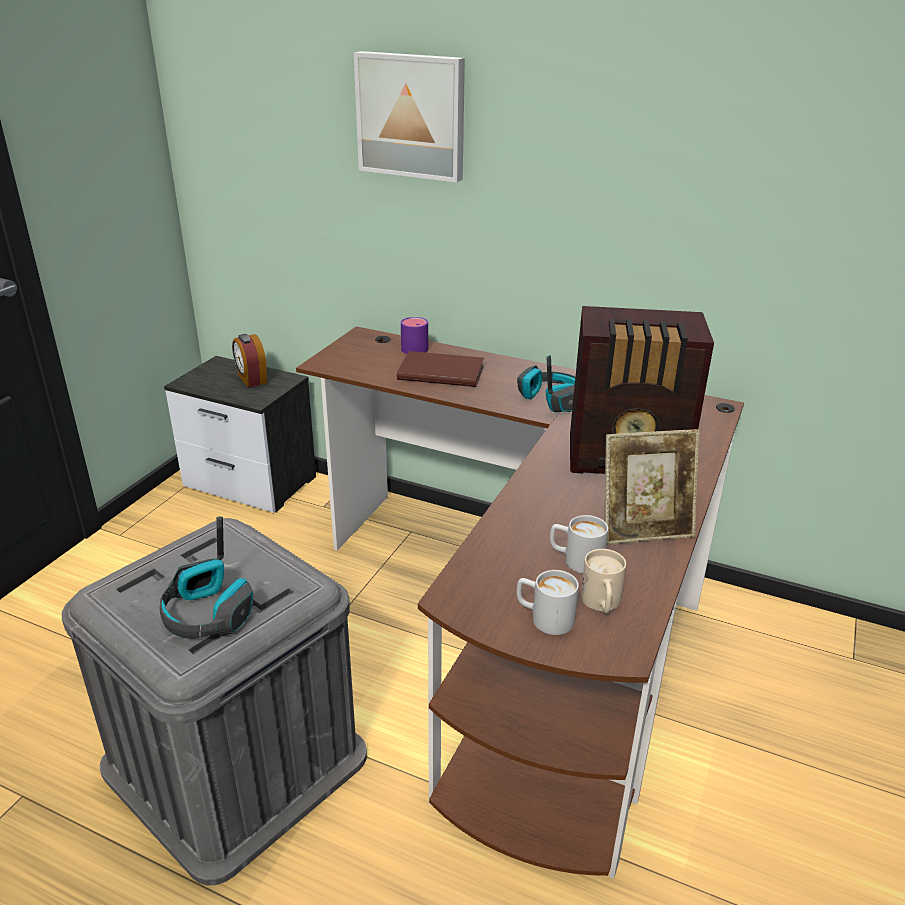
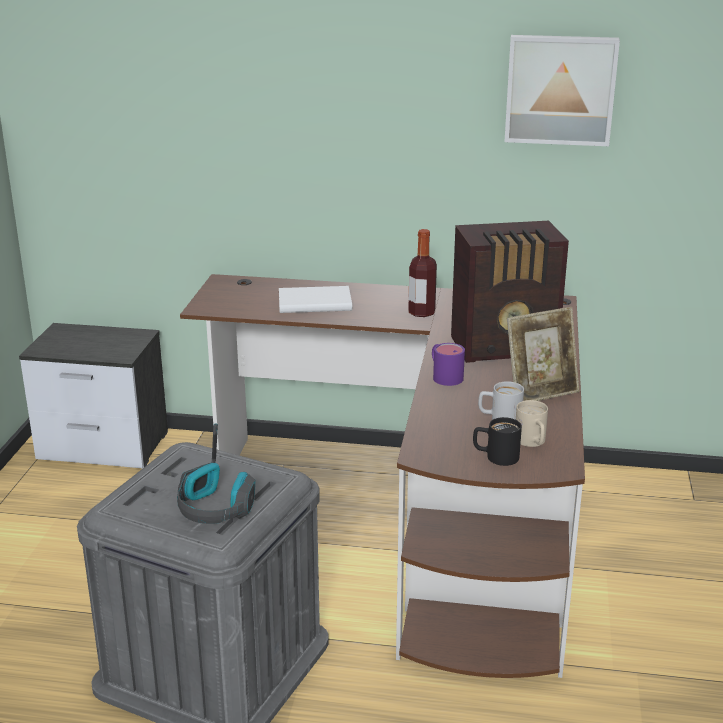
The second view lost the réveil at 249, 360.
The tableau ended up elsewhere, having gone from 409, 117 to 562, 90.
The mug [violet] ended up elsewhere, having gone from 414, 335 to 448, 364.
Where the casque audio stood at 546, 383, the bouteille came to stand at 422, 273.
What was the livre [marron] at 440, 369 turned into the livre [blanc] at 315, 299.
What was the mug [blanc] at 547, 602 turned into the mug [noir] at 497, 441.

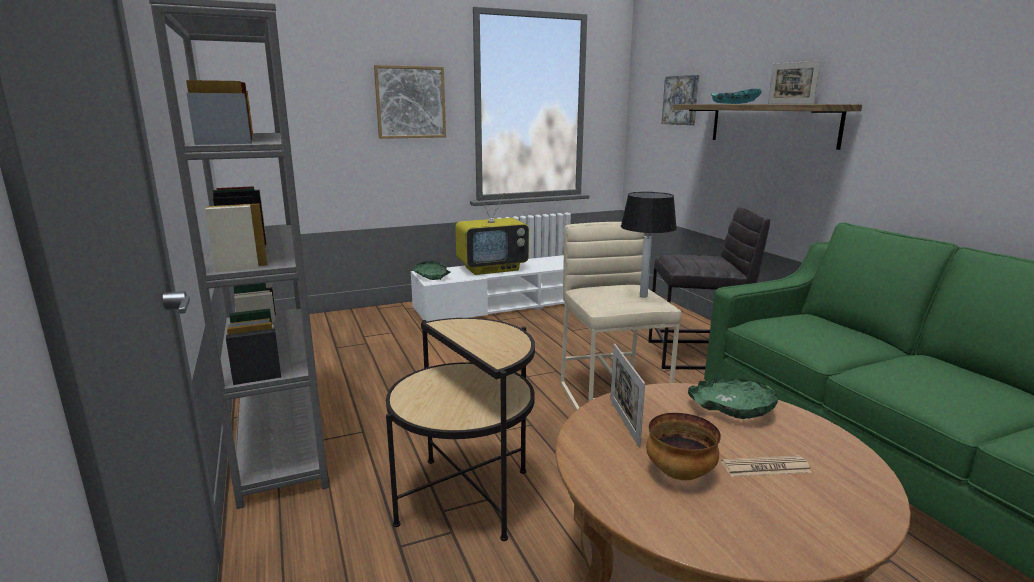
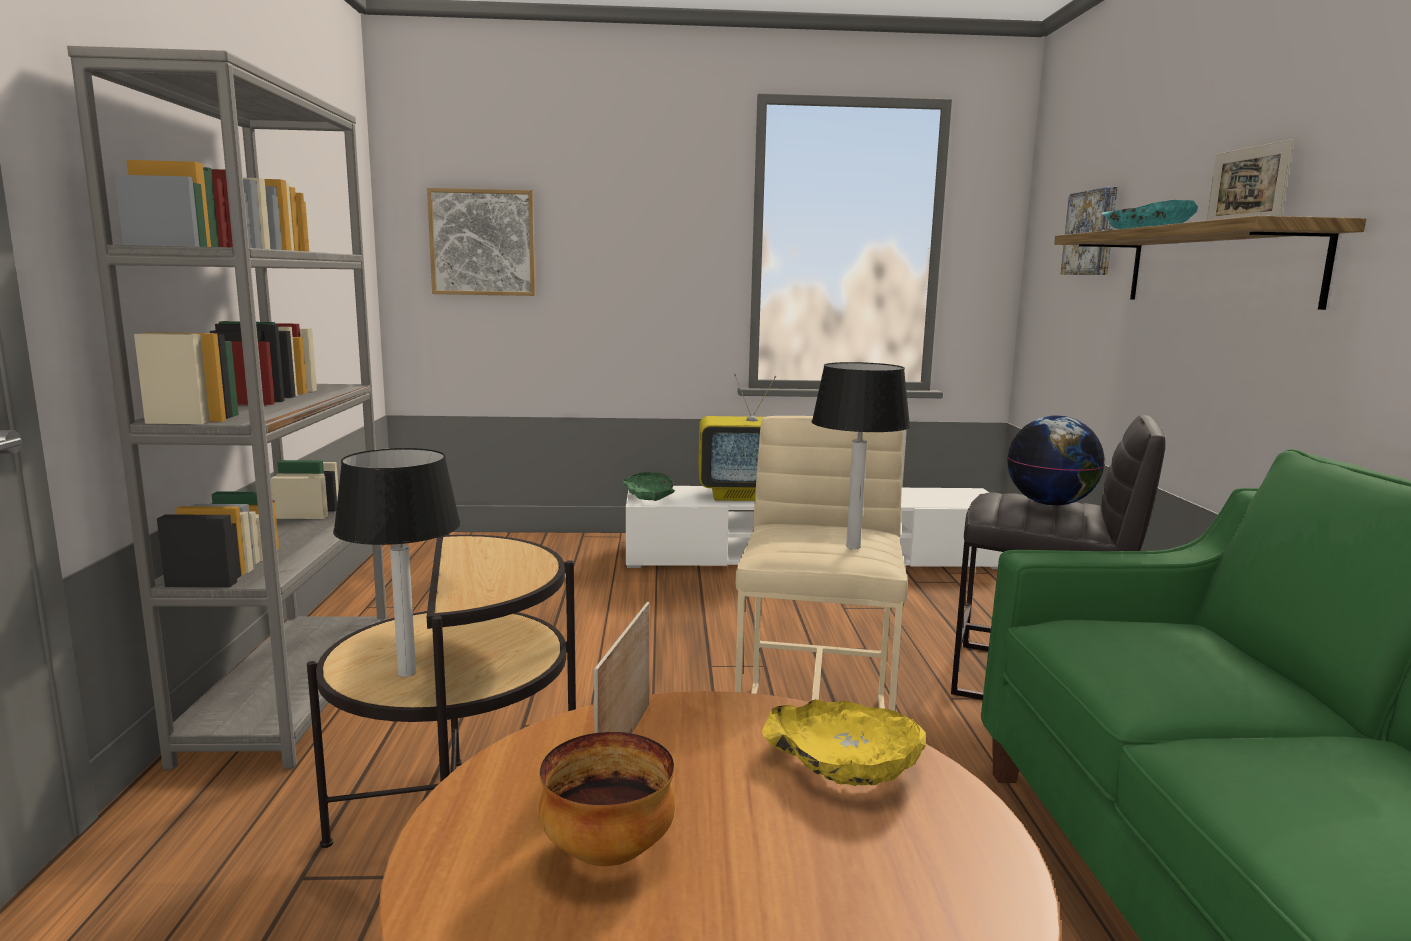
The second view lost the journal at 766, 466.
The second view gained the lampe de table at 397, 562.
The second view gained the globe at 1056, 460.
The tableau ended up elsewhere, having gone from 410, 102 to 481, 242.
What was the bol [vert] at 733, 399 turned into the bol [jaune] at 844, 742.

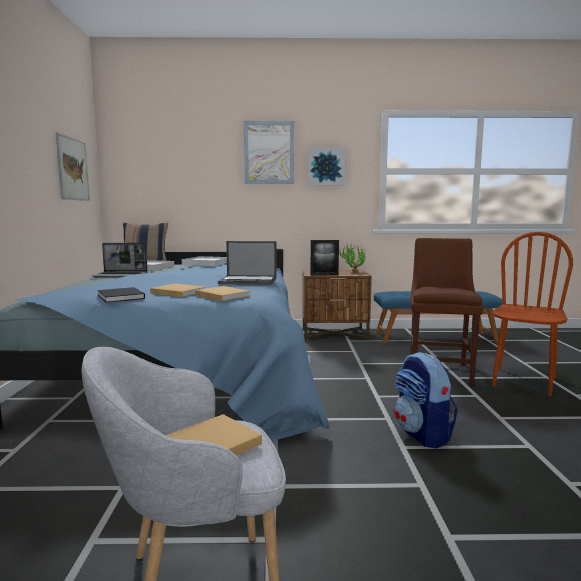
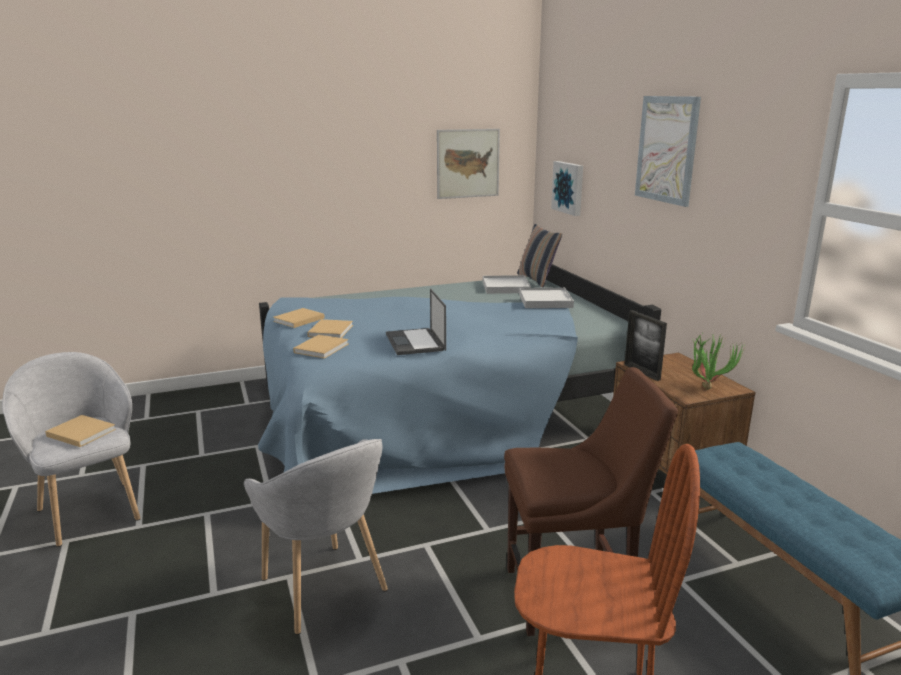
The second view lost the ordinateur portable at 120, 260.
The tableau ended up elsewhere, having gone from 326, 167 to 567, 188.
Where the sac à dos stood at 426, 400, the fauteuil [gris] came to stand at 316, 537.
What was the livre [noir] at 121, 295 turned into the livre [beige] at 299, 318.

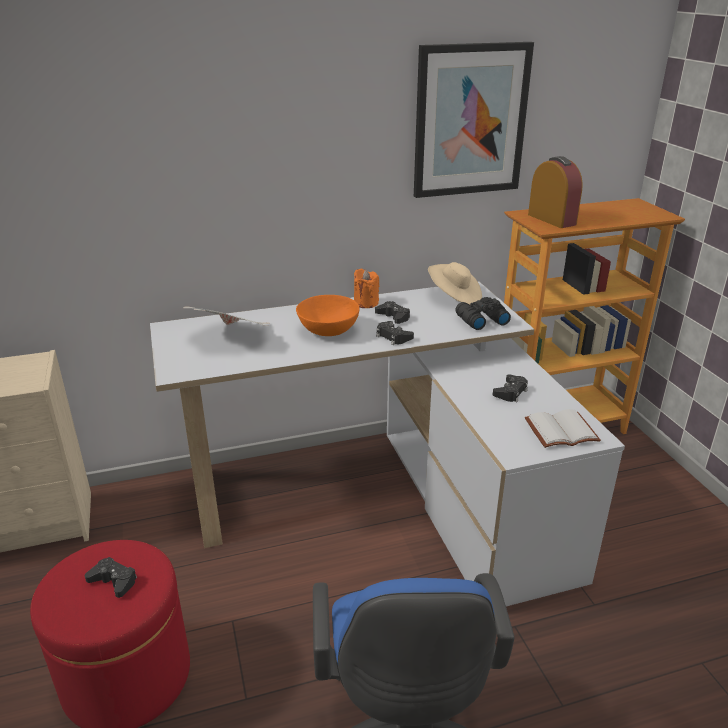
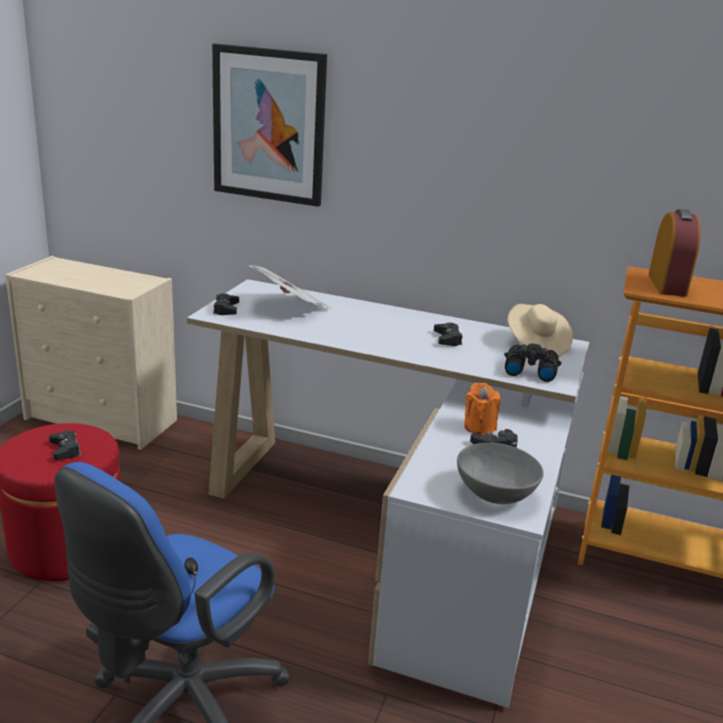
The second view lost the bol [orange] at 327, 315.
The bougie [orange] ended up elsewhere, having gone from 366, 288 to 482, 408.
The manette [noir] ended up elsewhere, having gone from 395, 333 to 226, 304.
The tableau ended up elsewhere, having gone from 474, 120 to 269, 125.
Where the livre [blanc] stood at 563, 428, the bol [gris] came to stand at 500, 473.

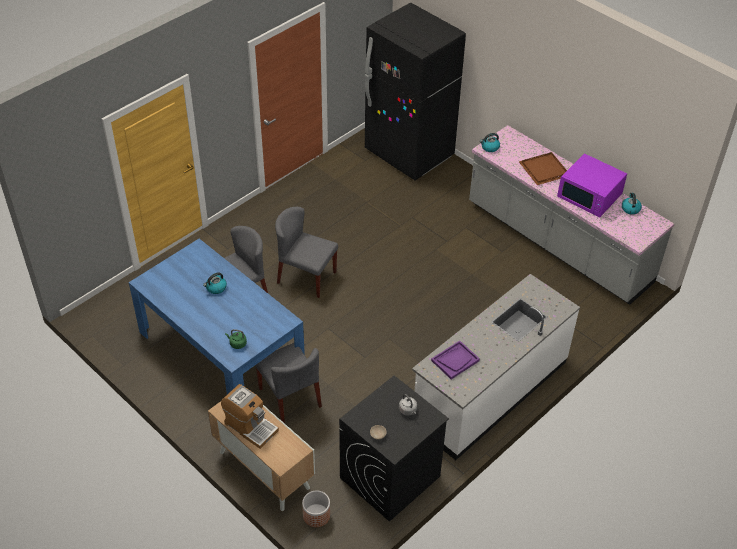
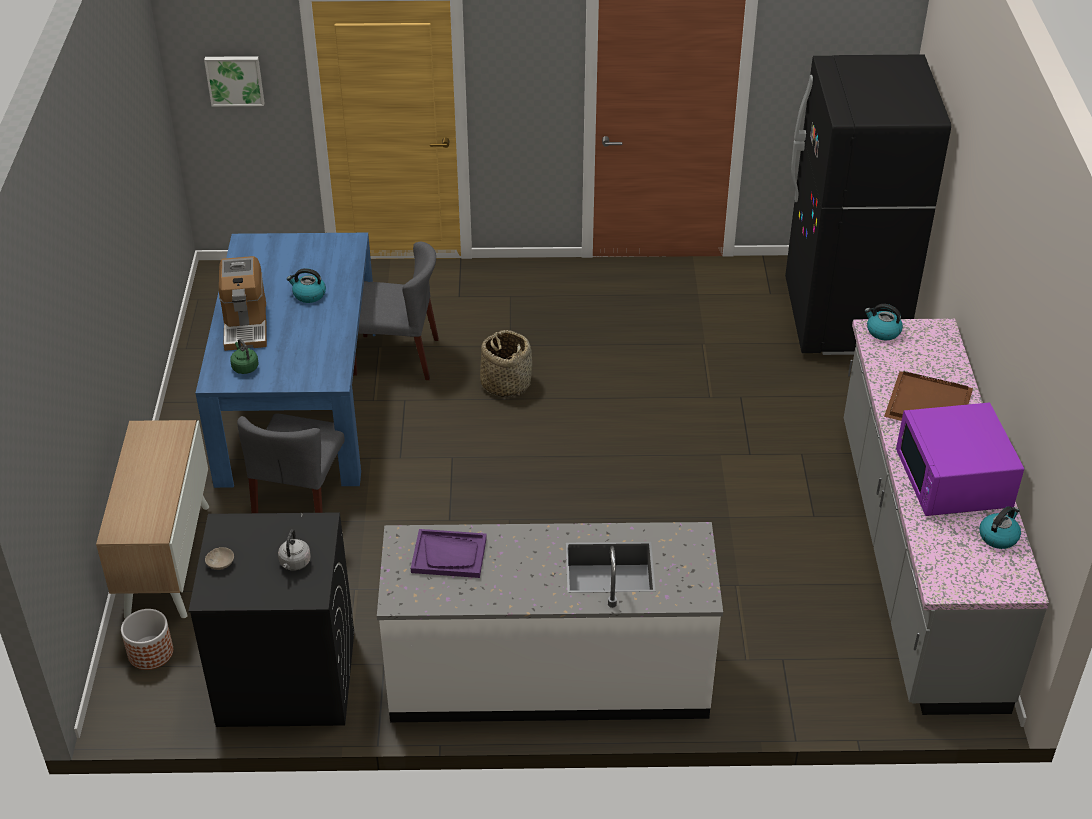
The second view gained the tableau at 234, 81.
The machine à café ended up elsewhere, having gone from 250, 416 to 243, 303.
Where the chaise [gris] stood at 306, 252, the panier came to stand at 506, 363.

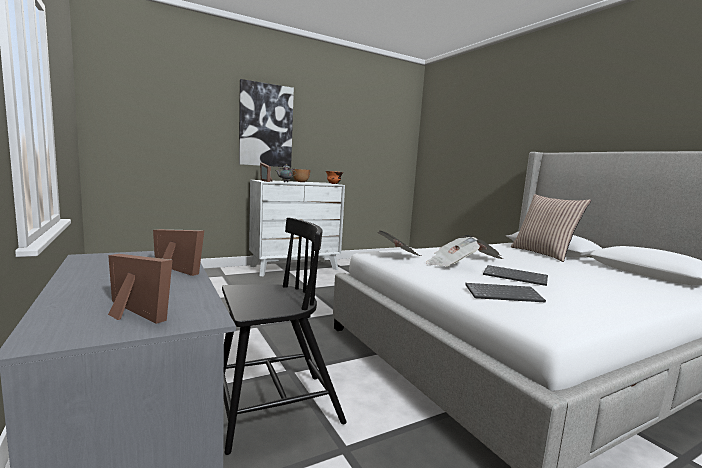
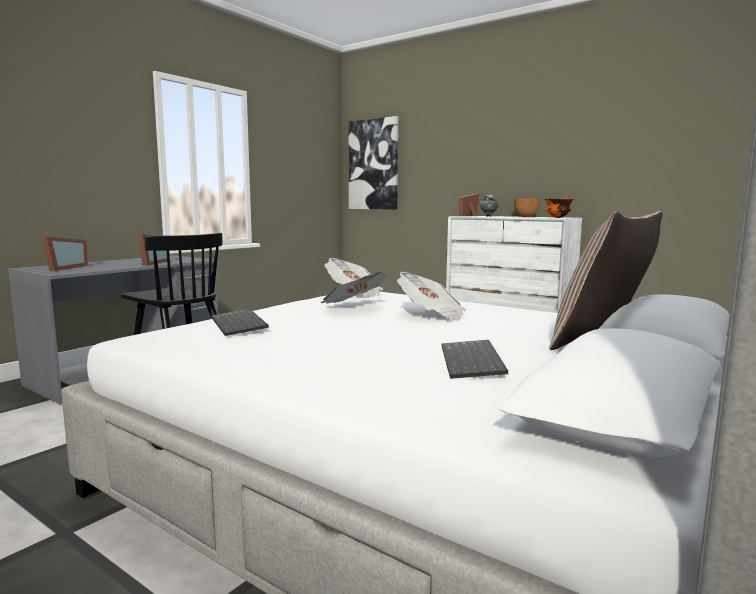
The tableau ended up elsewhere, having gone from 266, 123 to 373, 163.
The clavier ended up elsewhere, having gone from 515, 275 to 475, 359.

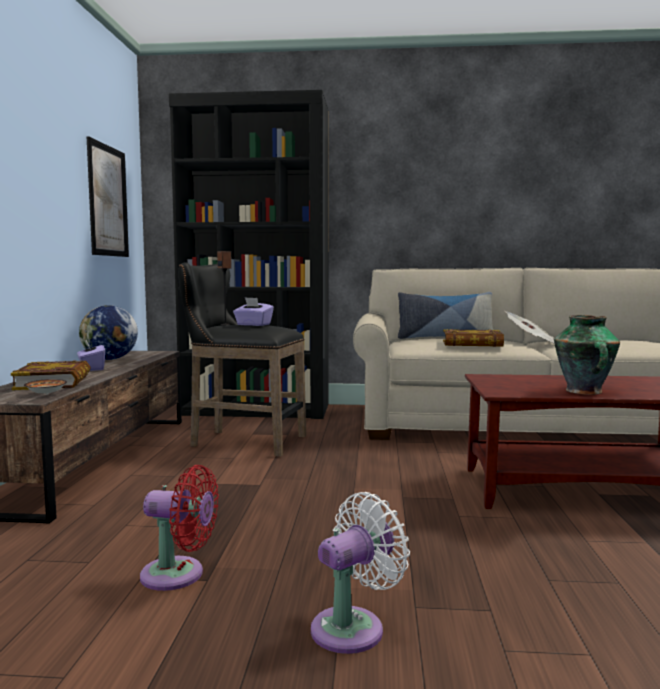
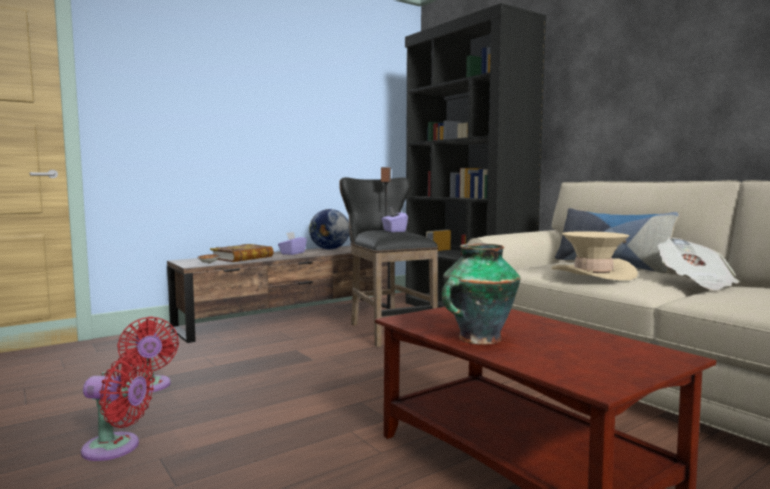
The second view lost the tableau at 108, 197.
Where the livre stood at 473, 338, the chapeau [beige] came to stand at 594, 255.
What was the ventilateur [blanc] at 360, 573 turned into the ventilateur [rouge] at 117, 407.

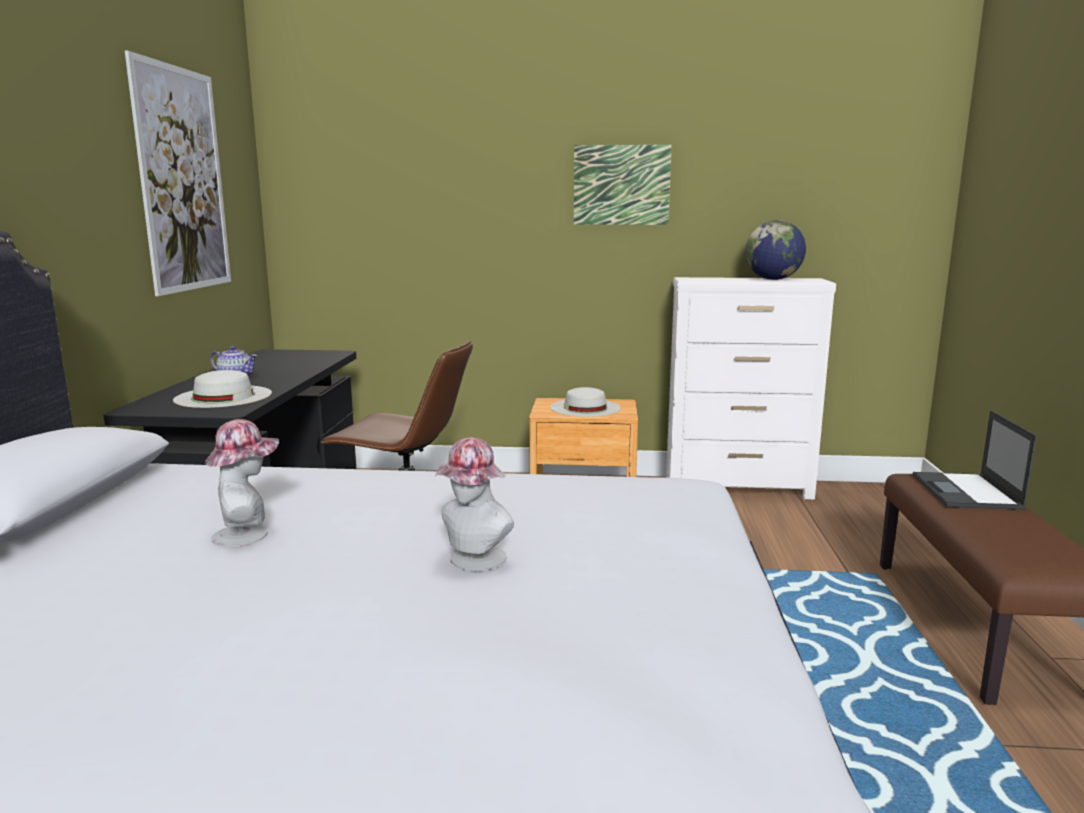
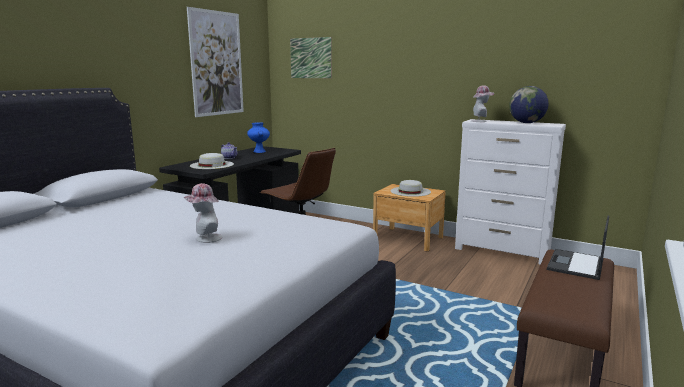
The second view gained the vase [bleu] at 258, 138.
The chapeau ended up elsewhere, having gone from 242, 483 to 482, 103.
The tableau ended up elsewhere, having gone from 623, 185 to 311, 57.

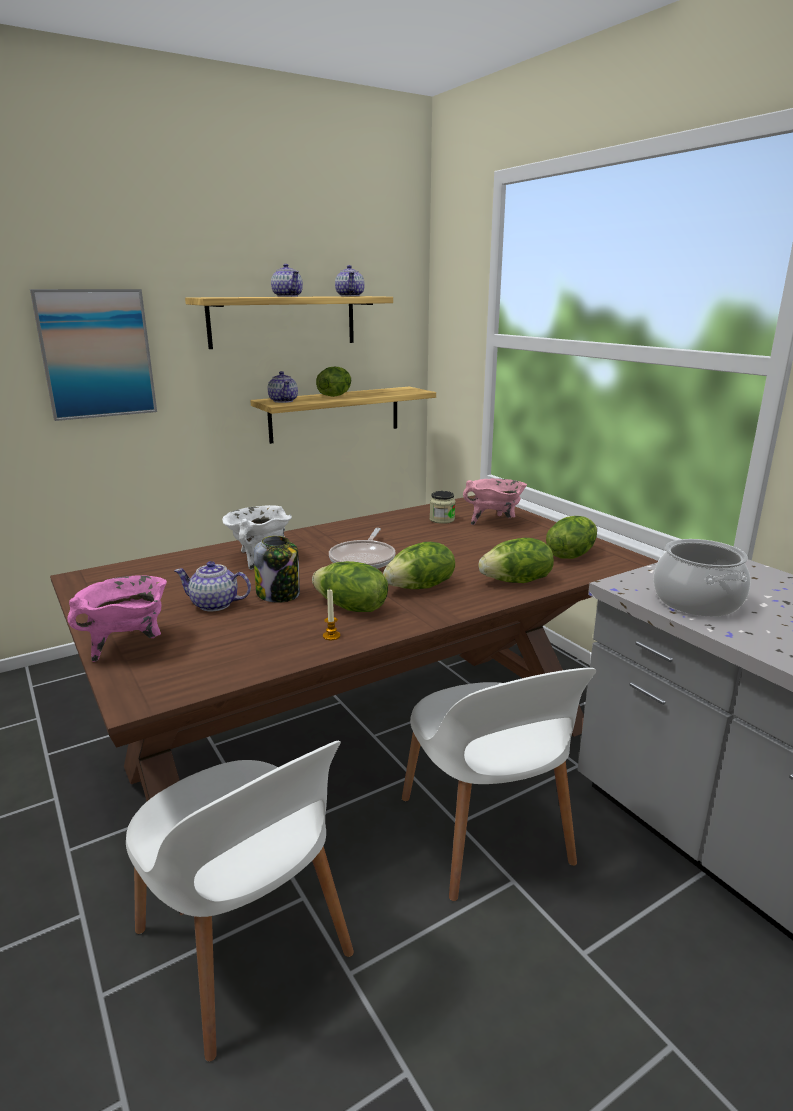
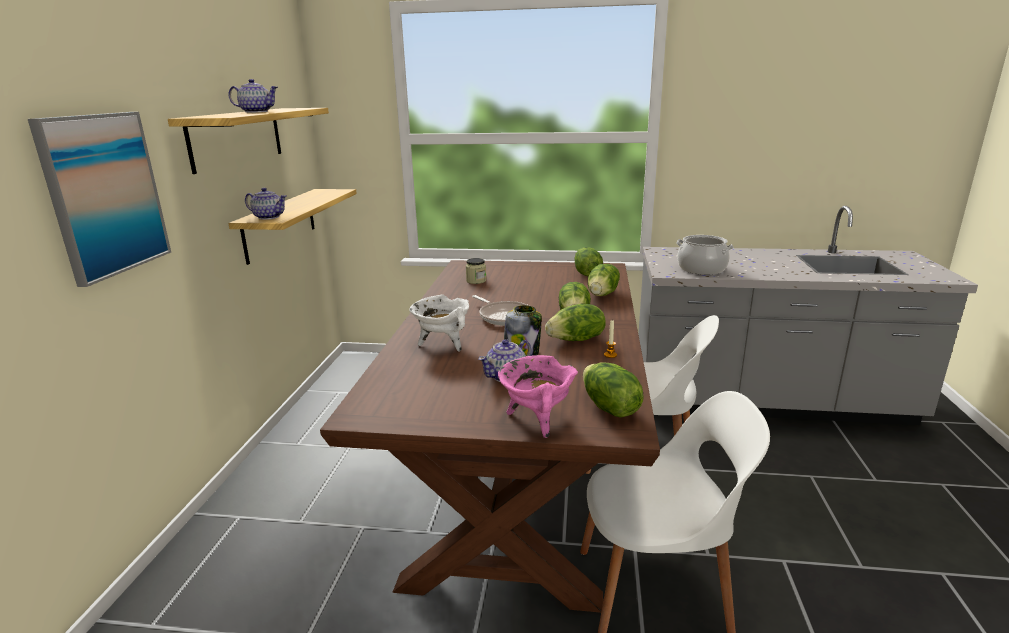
The second view lost the théière at 350, 280.
The second view lost the marmite [rose] at 495, 501.
The laitue ended up elsewhere, having gone from 333, 382 to 613, 390.

